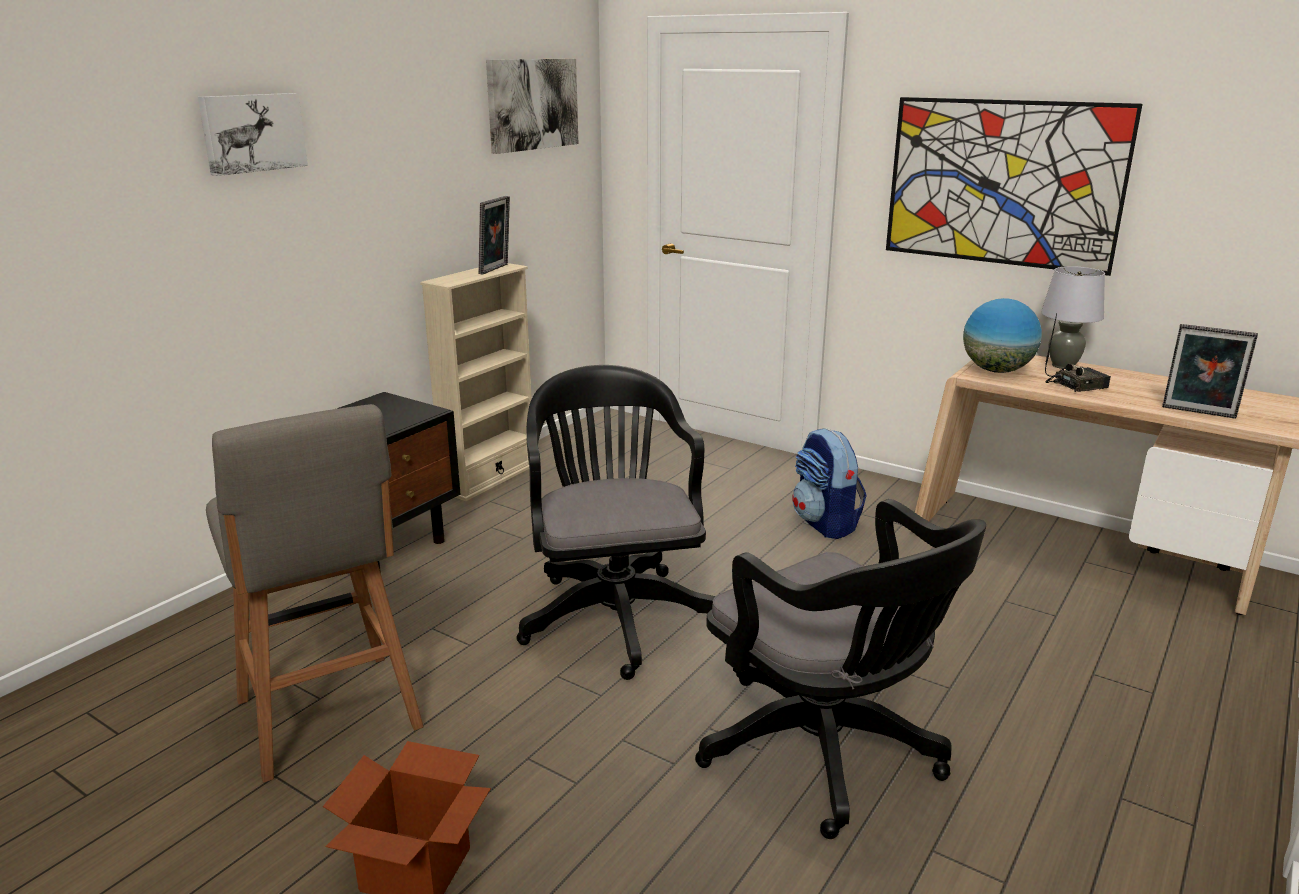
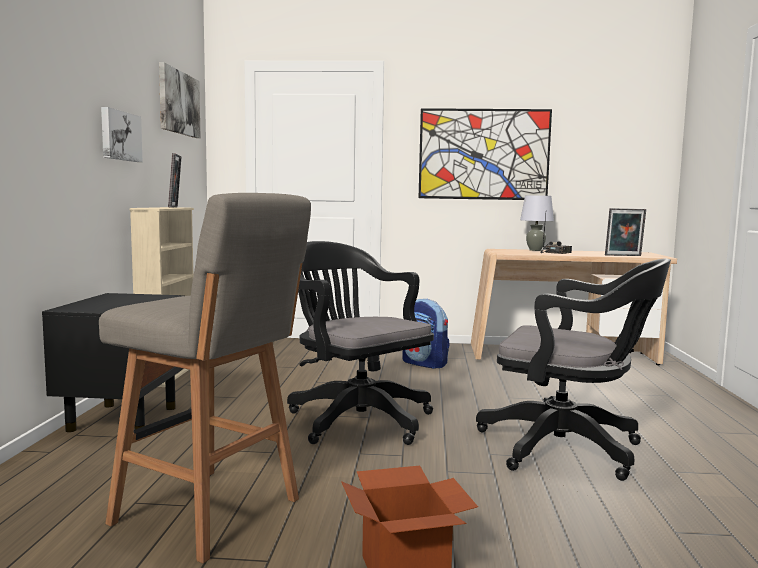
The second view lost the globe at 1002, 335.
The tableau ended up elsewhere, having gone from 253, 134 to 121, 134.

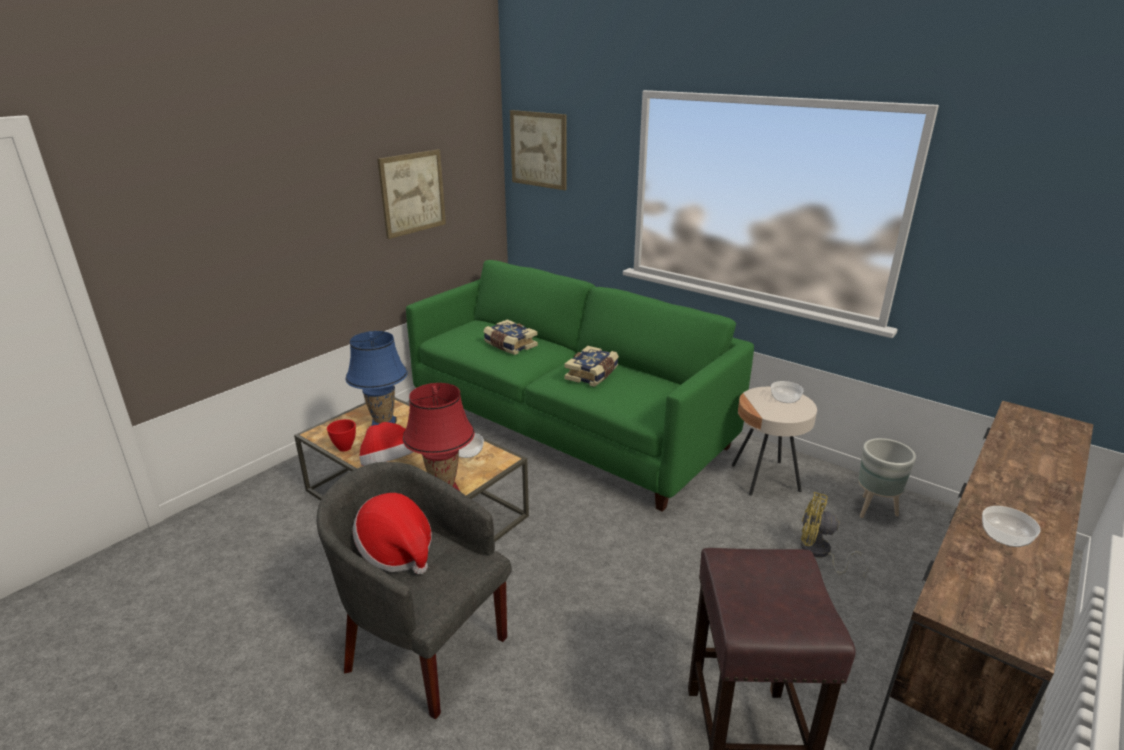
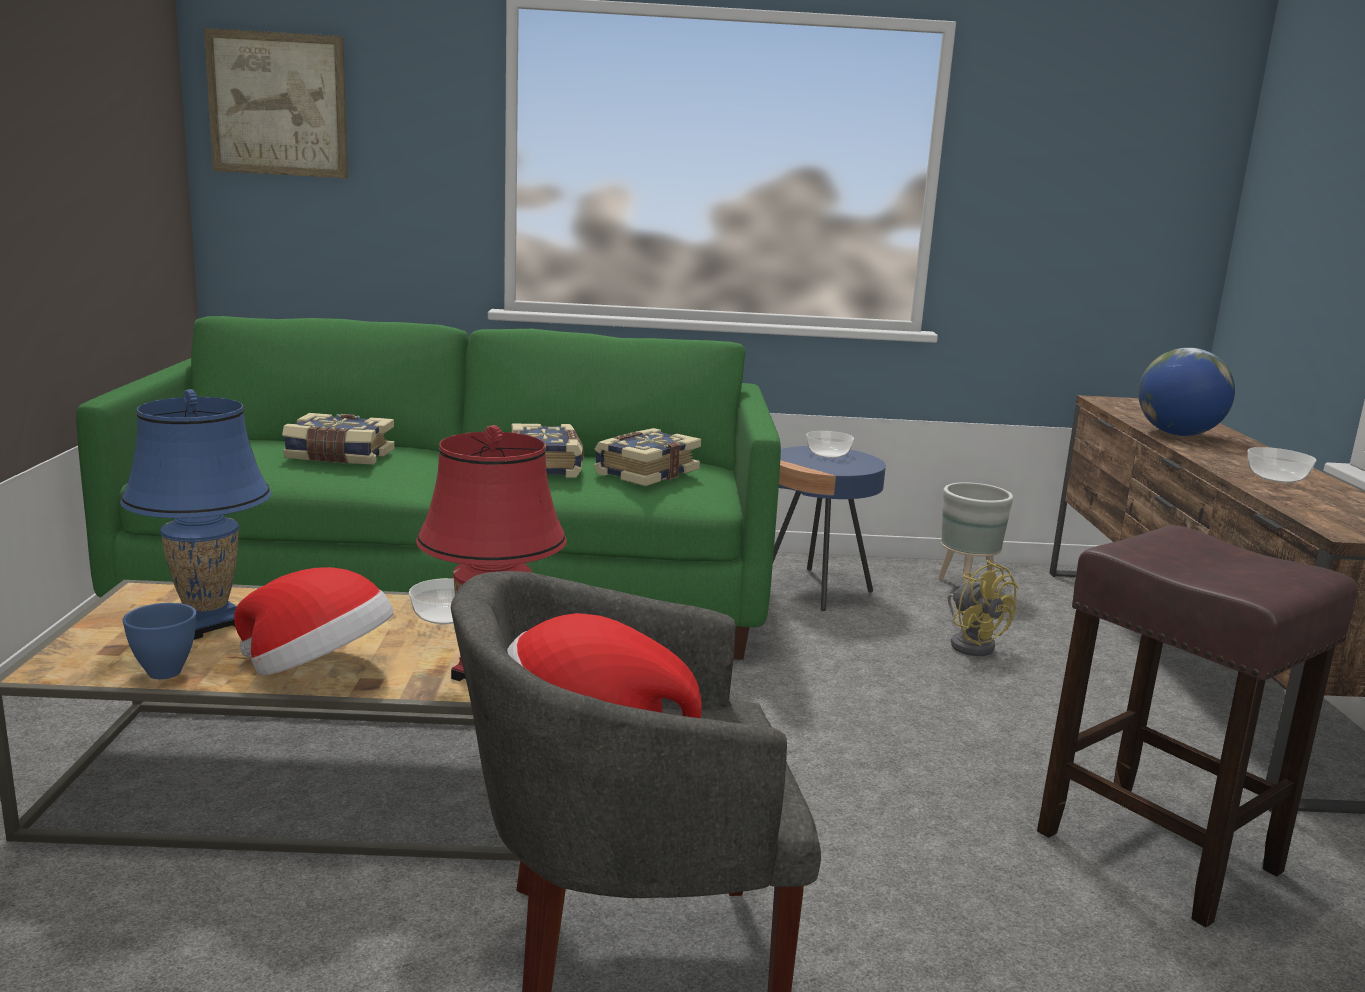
The second view lost the tableau at 411, 194.
The second view gained the livre at 647, 457.
The second view gained the globe at 1186, 392.
What was the bol [rouge] at 341, 435 turned into the bol [bleu] at 159, 641.
What was the table d'appoint [beige] at 774, 441 turned into the table d'appoint [bleu] at 829, 528.
The ventilateur [jaune] at 834, 535 ended up facing another way, 105 degrees counterclockwise from before.

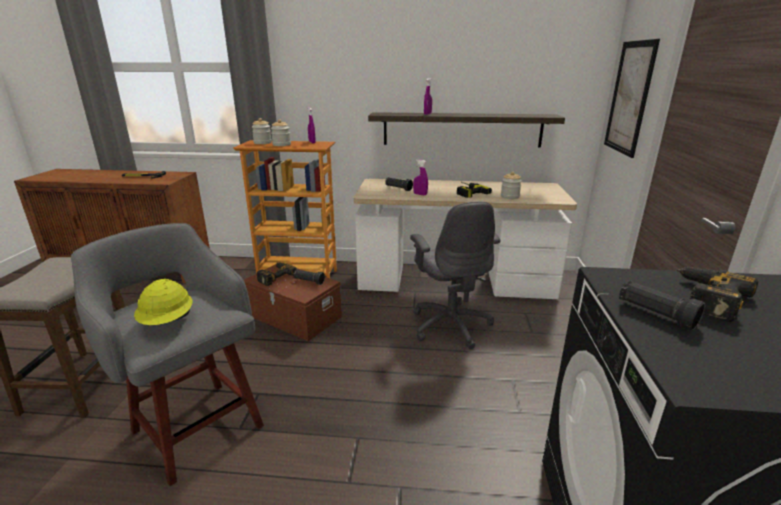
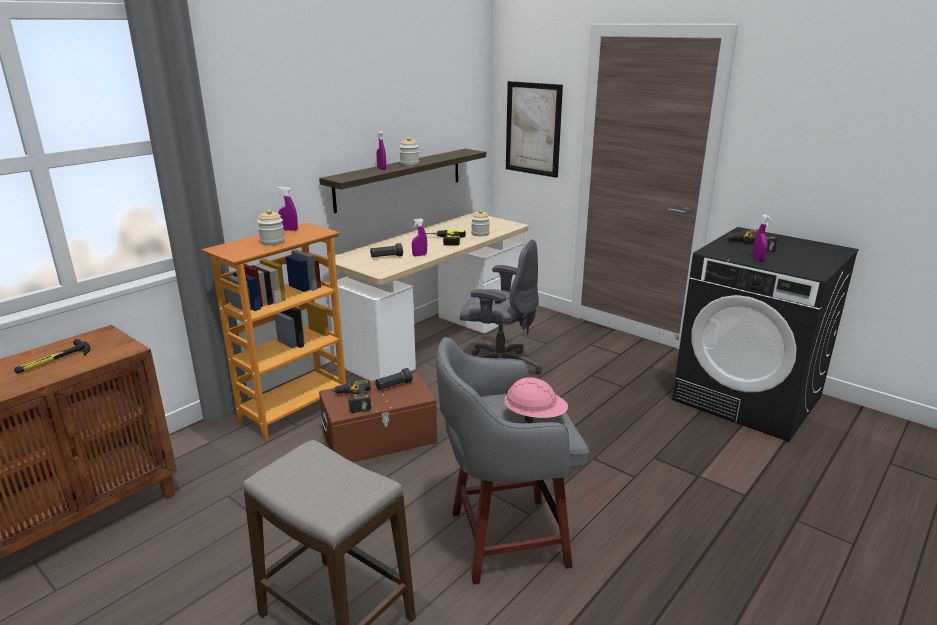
The bocal ended up elsewhere, having gone from 262, 131 to 409, 151.
Where the lampe de poche [noir] stood at 662, 305, the vaporisateur [violet] came to stand at 761, 237.
What was the casque de chantier [jaune] at 163, 302 turned into the casque de chantier [rose] at 536, 400.

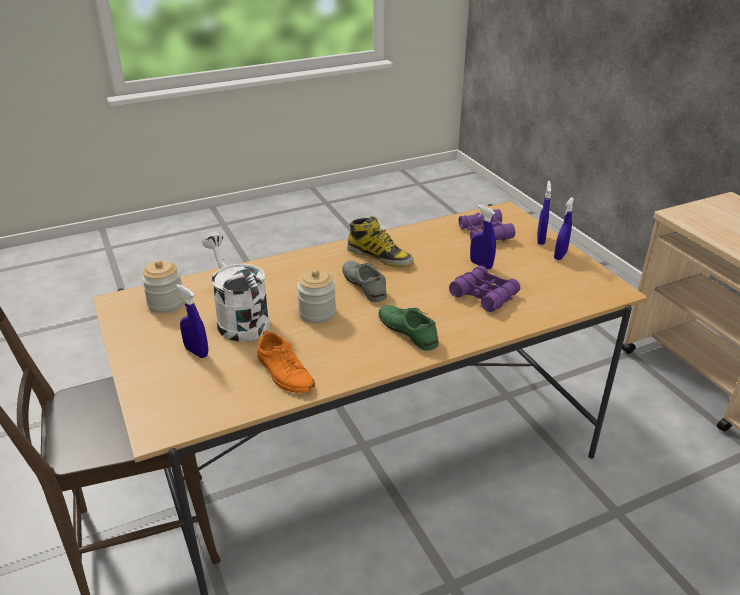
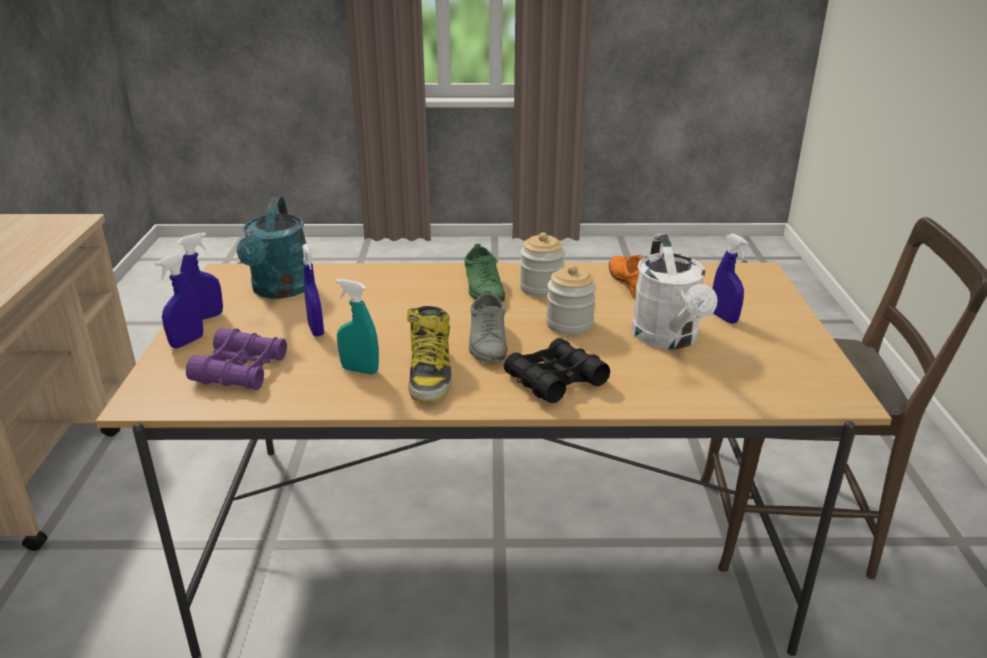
The second view lost the jumelles [violet] at 484, 288.
The second view gained the arrosoir [turquoise] at 271, 248.
The second view gained the vaporisateur [turquoise] at 357, 327.
The second view gained the jumelles [noir] at 557, 370.
The bocal ended up elsewhere, having gone from 162, 286 to 542, 264.
The botte at 380, 242 ended up facing another way, 150 degrees counterclockwise from before.

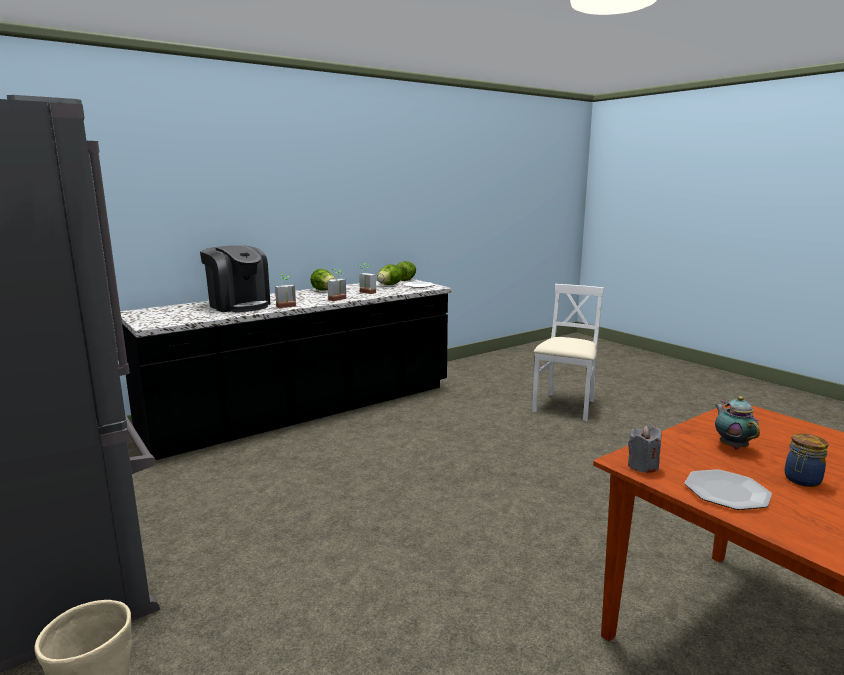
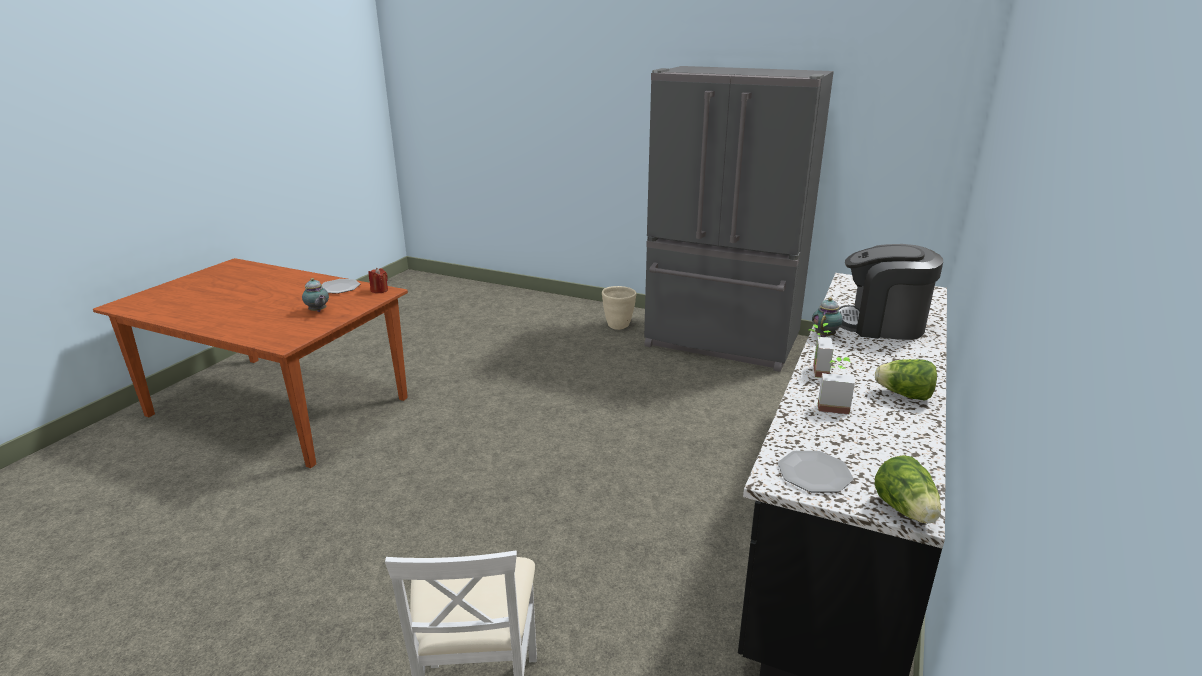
The second view lost the laitue at 389, 275.
The second view lost the bocal at 806, 460.
Where the plante en pot stood at 285, 291, the théière came to stand at 827, 317.
What was the bougie [gris] at 644, 449 turned into the bougie [rouge] at 378, 280.

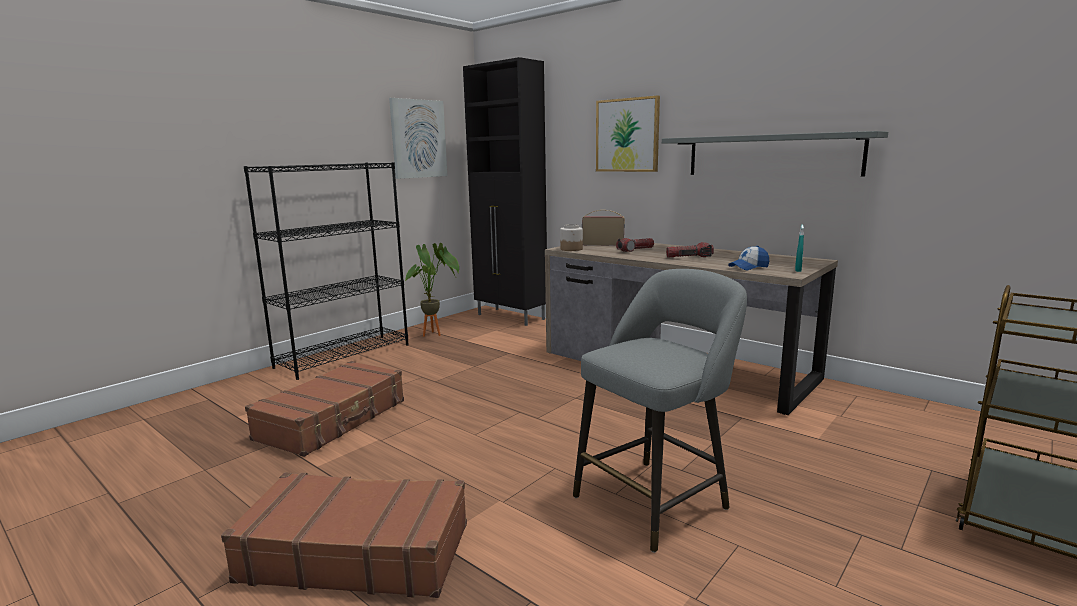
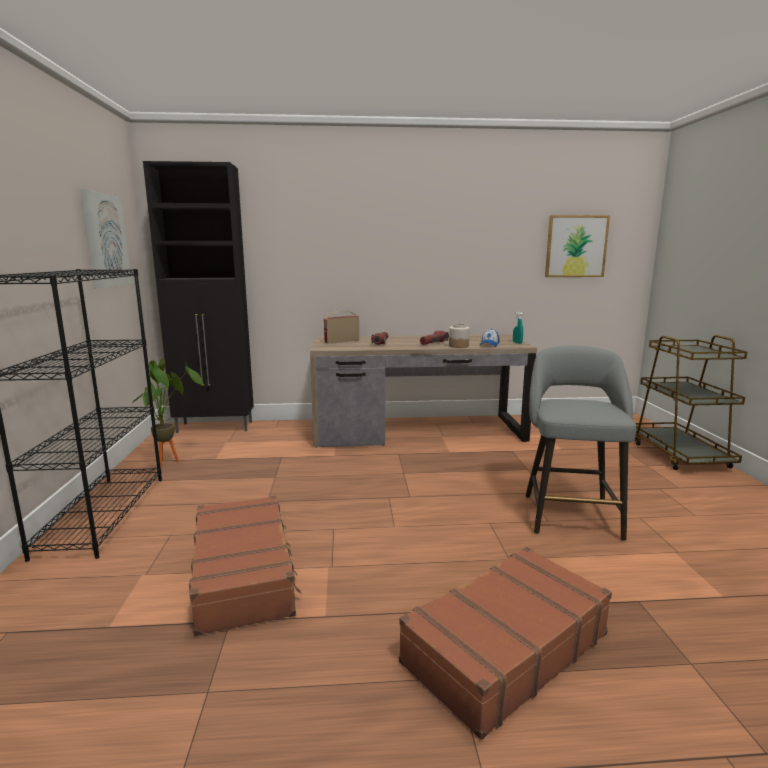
The second view lost the étagère [gris] at 775, 153.
The bocal ended up elsewhere, having gone from 571, 237 to 459, 336.
The tableau ended up elsewhere, having gone from 628, 133 to 577, 246.

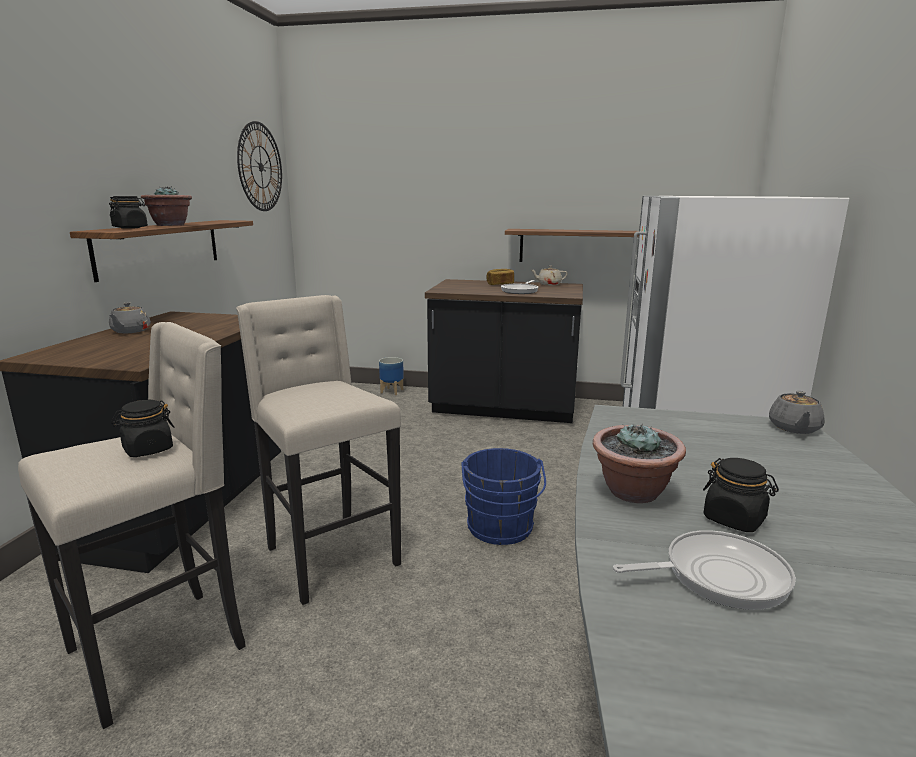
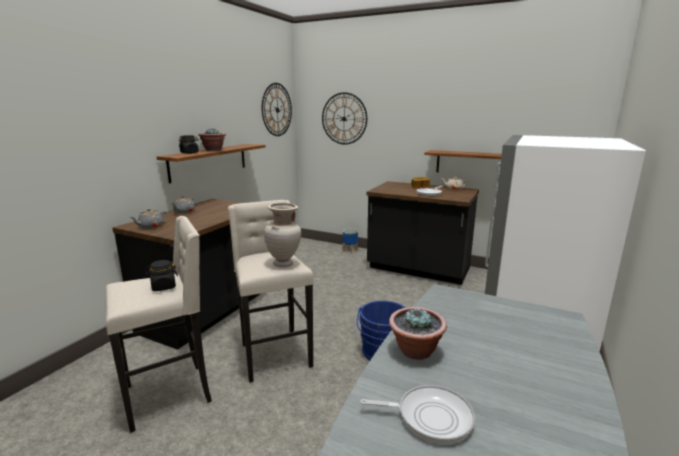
The second view lost the bocal [noir] at 741, 495.
The second view gained the vase [beige] at 282, 235.
The second view gained the horloge murale at 344, 118.
The théière [gris] ended up elsewhere, having gone from 797, 412 to 148, 219.

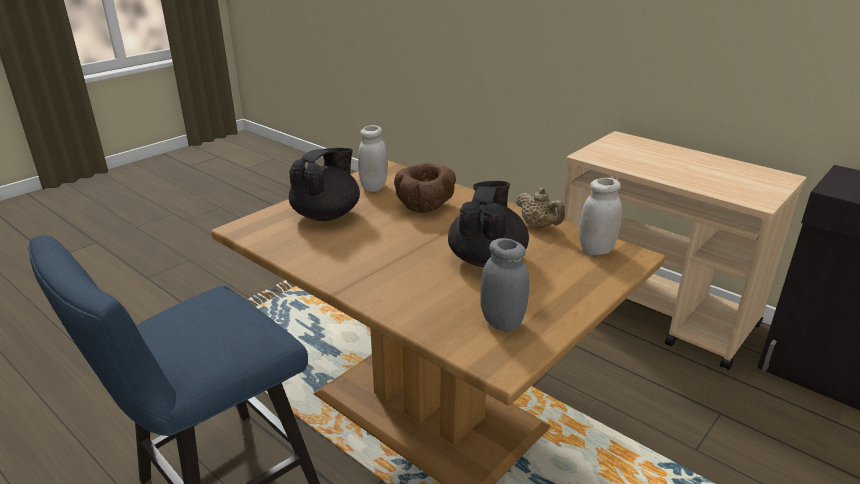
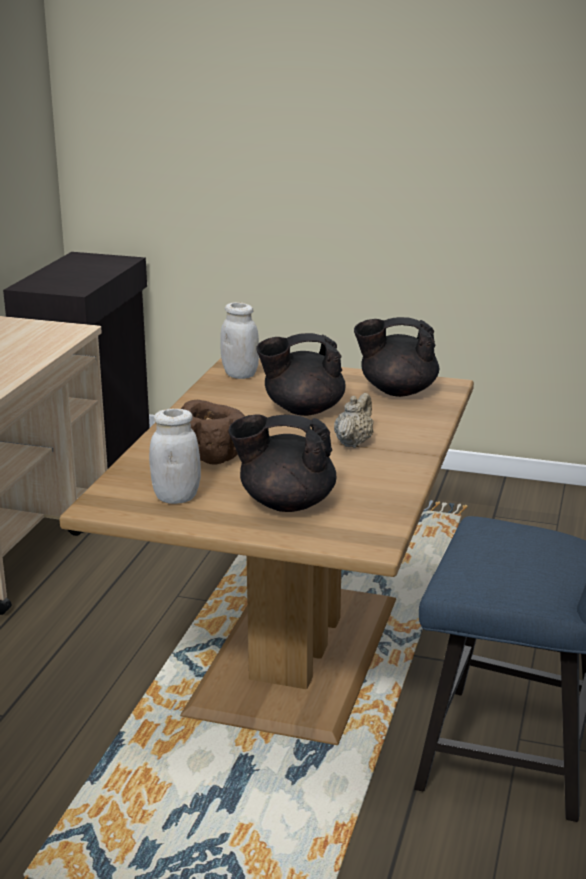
The théière [beige] ended up elsewhere, having gone from 540, 208 to 354, 420.
Where the bocal [gris] stood at 504, 284, the théière [noir] came to stand at 396, 357.

